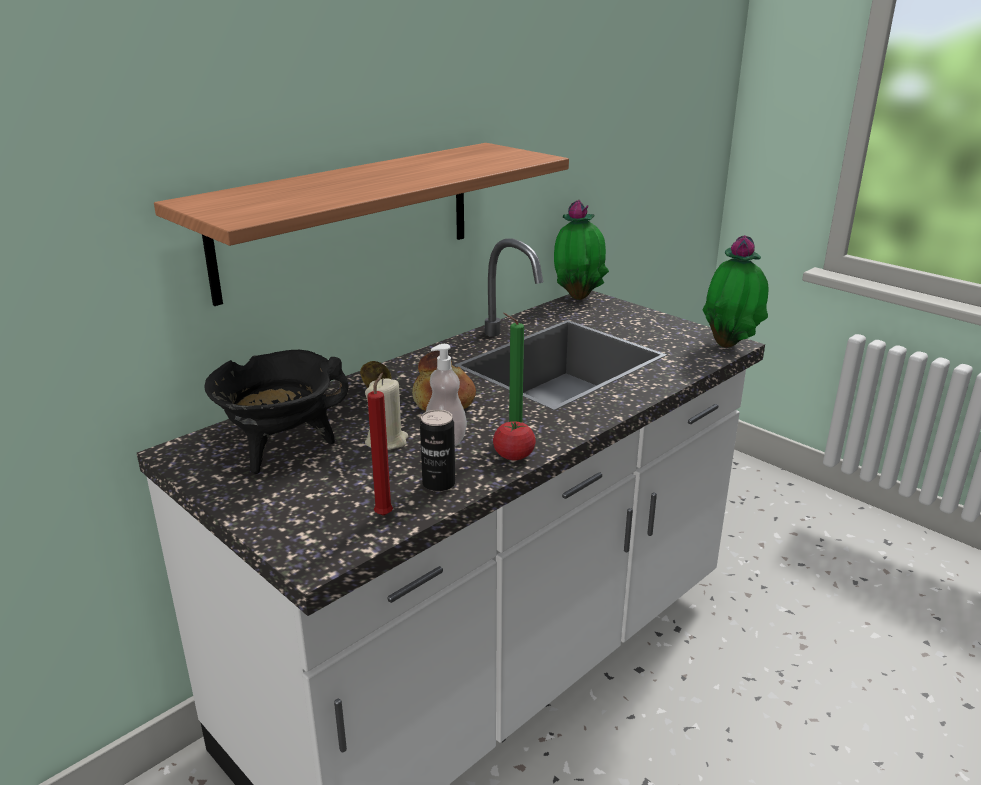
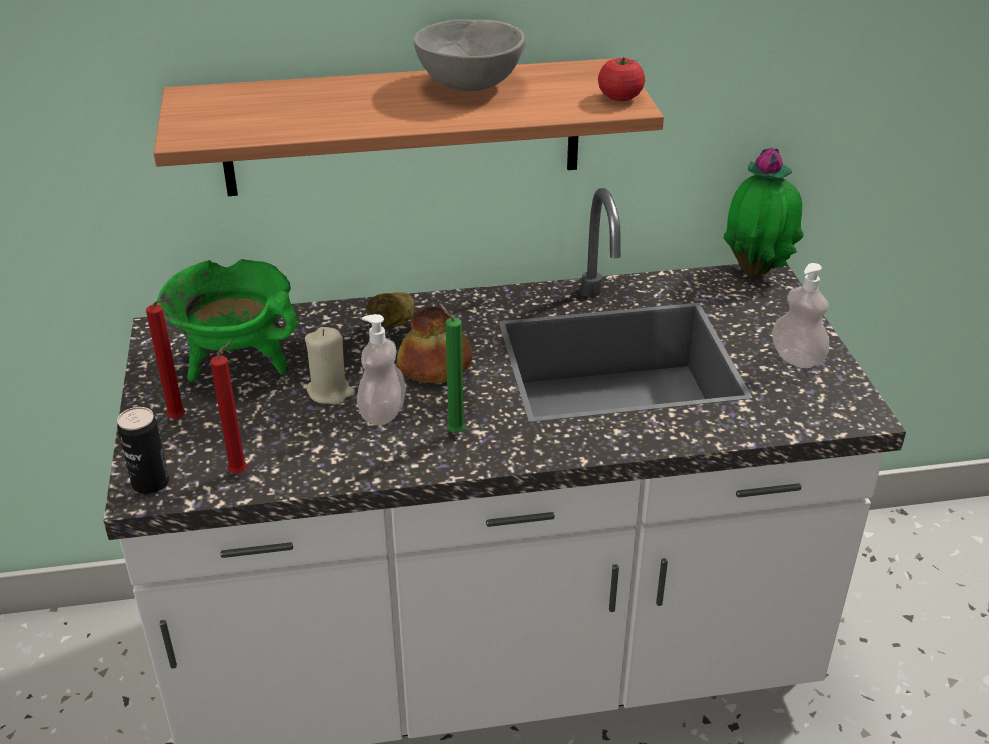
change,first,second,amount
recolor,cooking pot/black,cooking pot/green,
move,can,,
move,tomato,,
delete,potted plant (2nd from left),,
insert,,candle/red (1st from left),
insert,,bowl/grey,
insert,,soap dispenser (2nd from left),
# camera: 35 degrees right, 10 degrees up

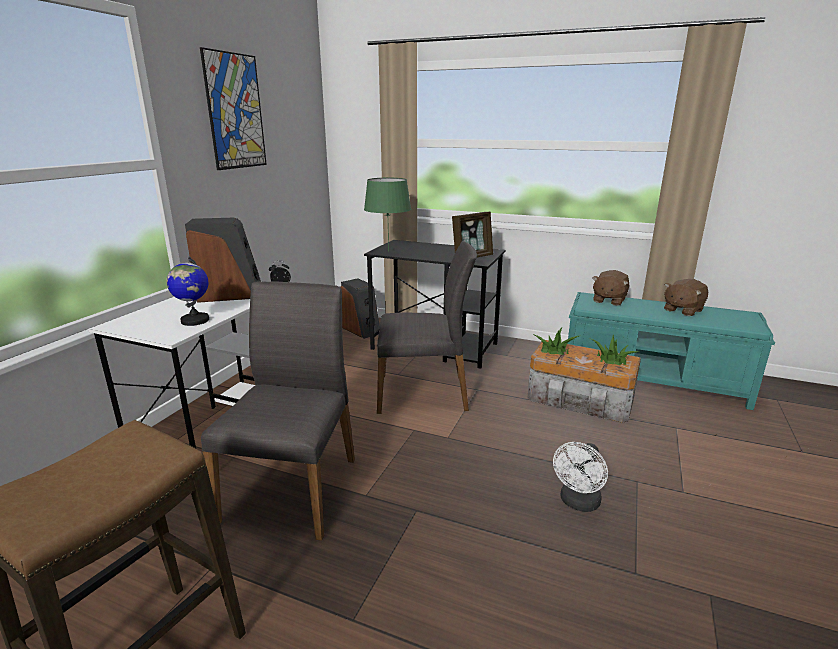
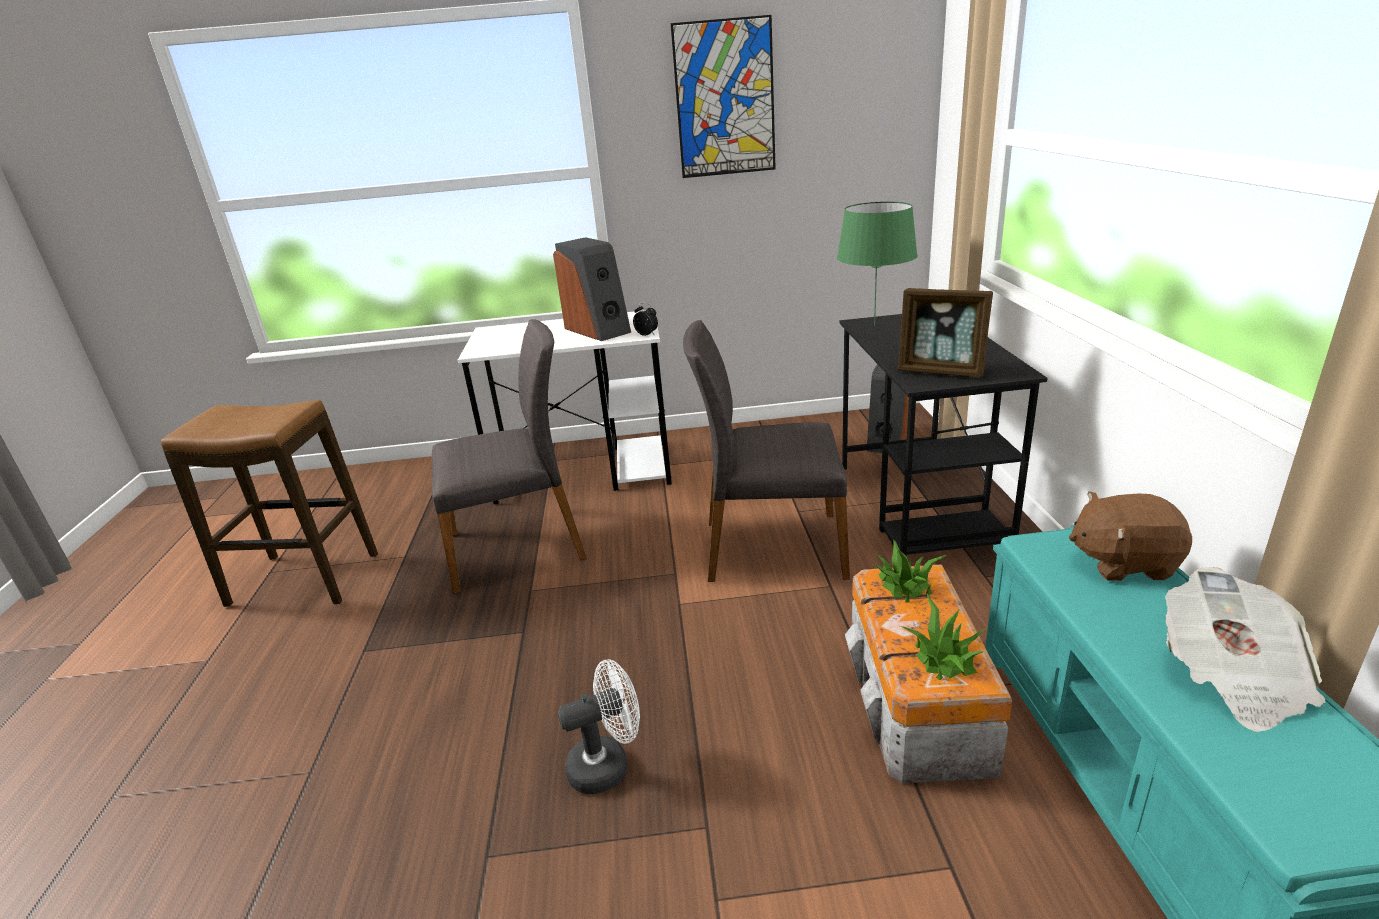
change,first,second,amount
delete,globe,,
rotate,chair/grey (2nd from left),,120 degrees clockwise
rotate,fan/white,,150 degrees clockwise
replace,plush toy/brown (2nd from left),newspaper,
# camera: 65 degrees right, 5 degrees up

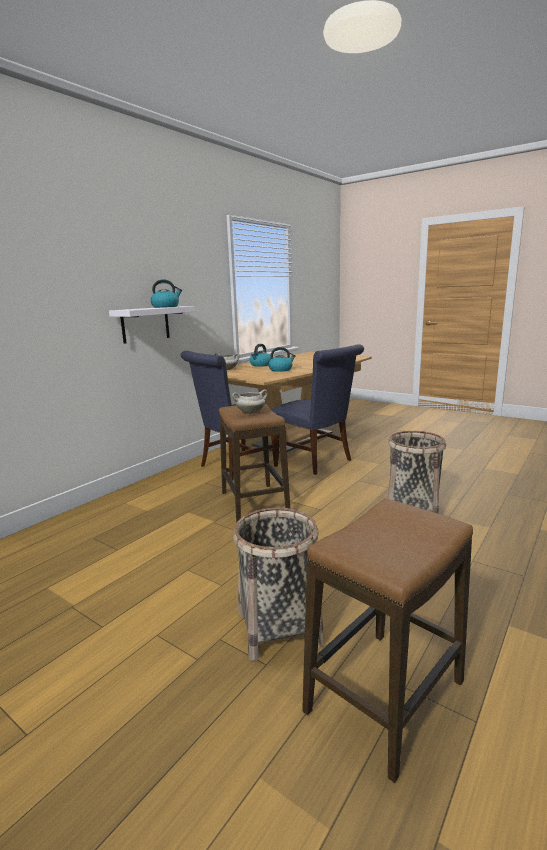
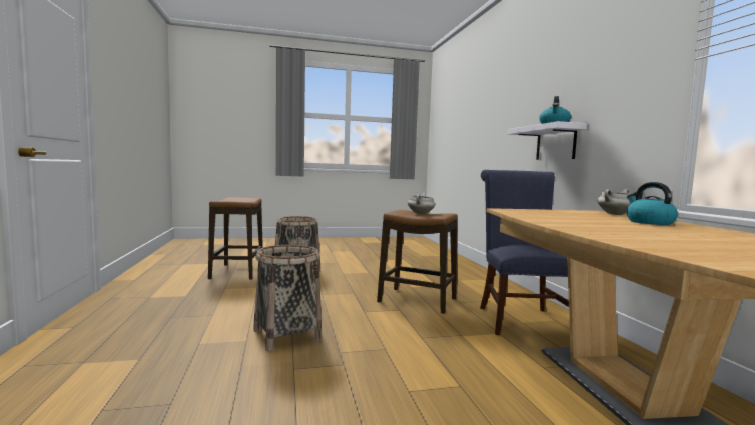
change,first,second,amount
delete,kettle (3rd from left),,
delete,chair/blue (2nd from left),,
# camera: 130 degrees right, 10 degrees down

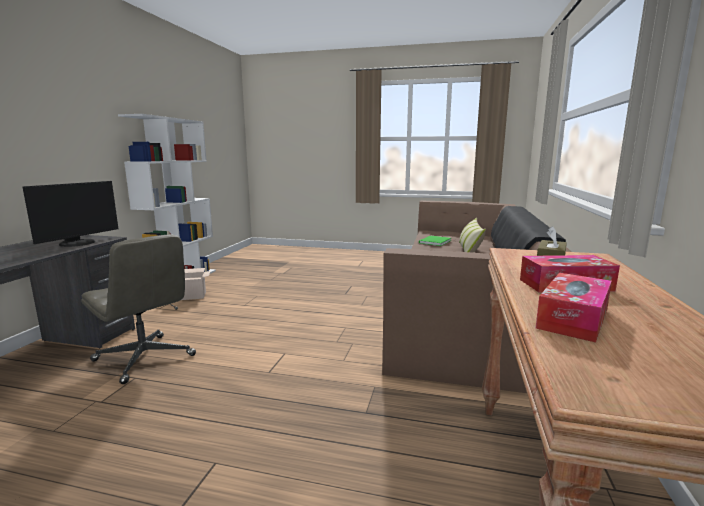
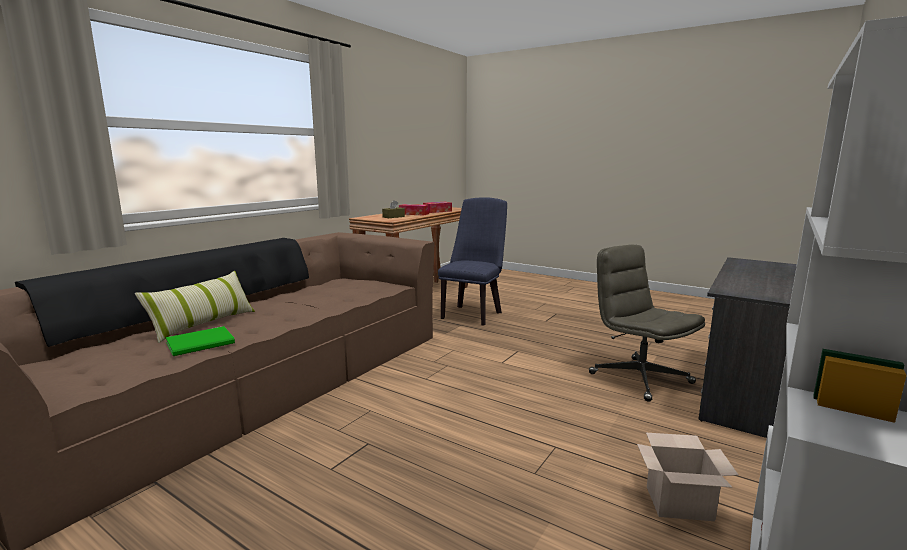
change,first,second,amount
delete,monitor,,
insert,,chair/blue,
# camera: 160 degrees left, 0 degrees up

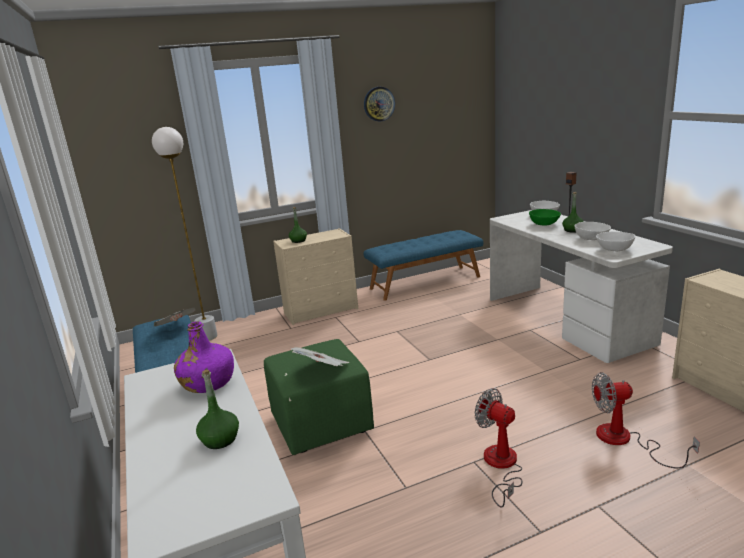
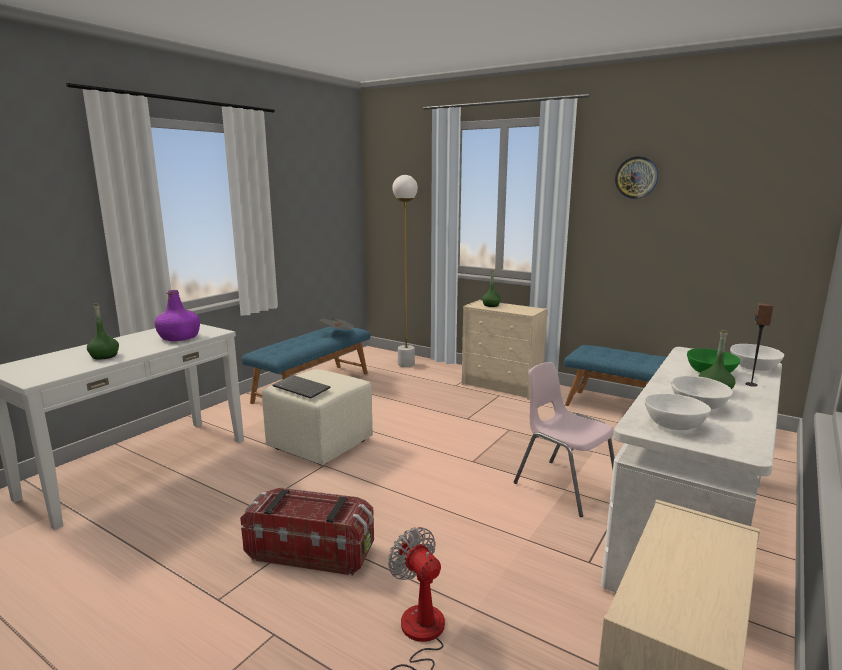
change,first,second,amount
recolor,ottoman/green,ottoman/beige,
replace,newspaper (2nd from left),keyboard,
replace,fan (1st from left),storage box,
insert,,chair/pink,
# camera: 55 degrees right, 5 degrees down

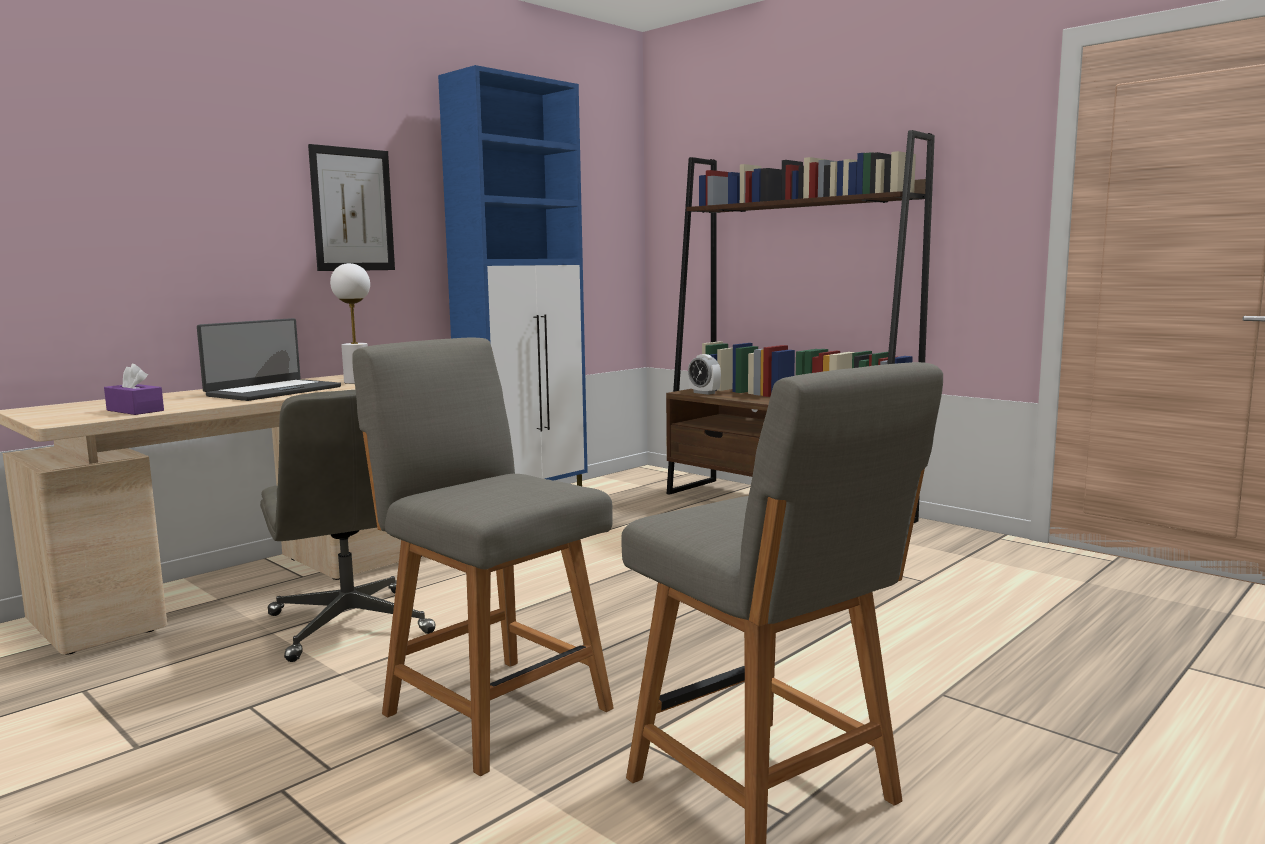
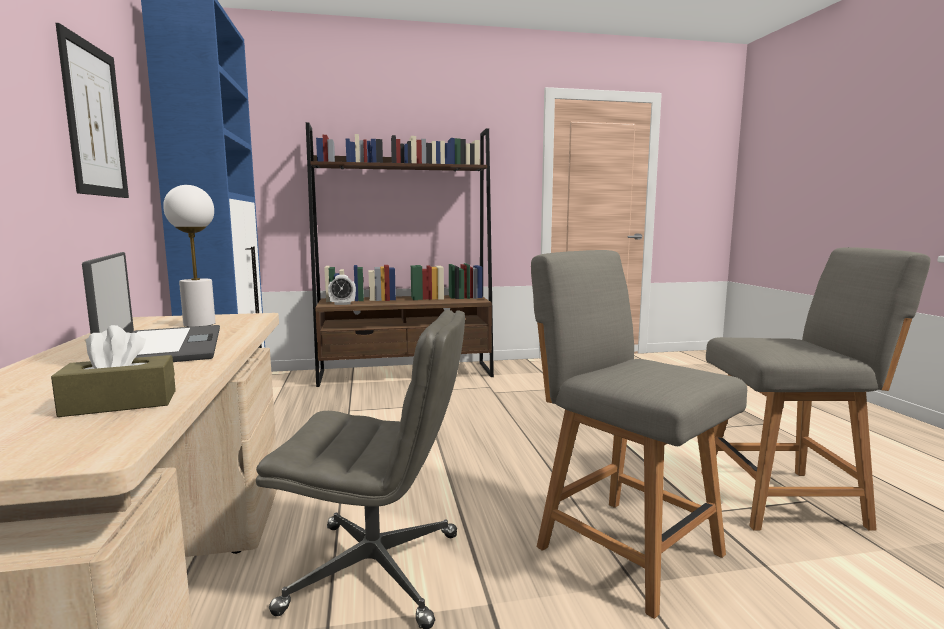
change,first,second,amount
recolor,tissue box/purple,tissue box/brown,
rotate,chair/grey (1st from left),,60 degrees clockwise
# camera: 55 degrees left, 0 degrees up

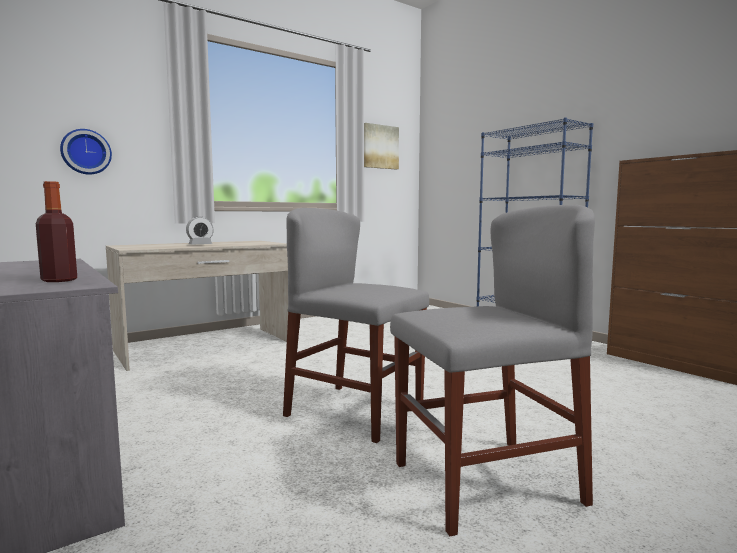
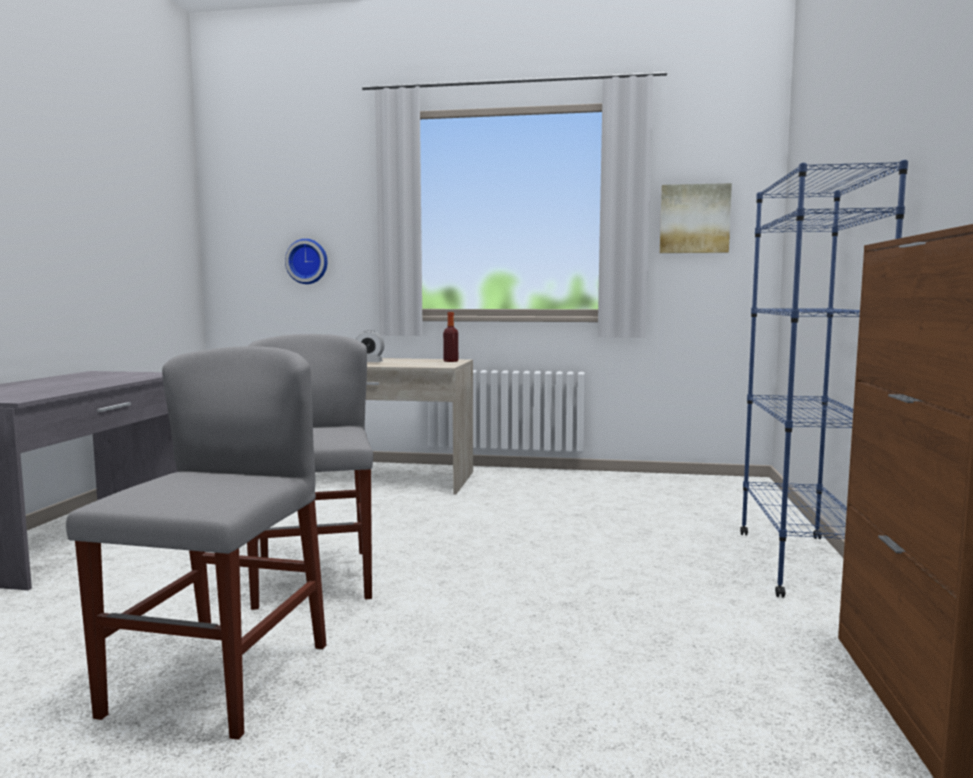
change,first,second,amount
move,bottle,,
rotate,chair/grey (2nd from left in the first image),chair/grey (1st from left),105 degrees counterclockwise
# camera: 45 degrees right, 0 degrees up

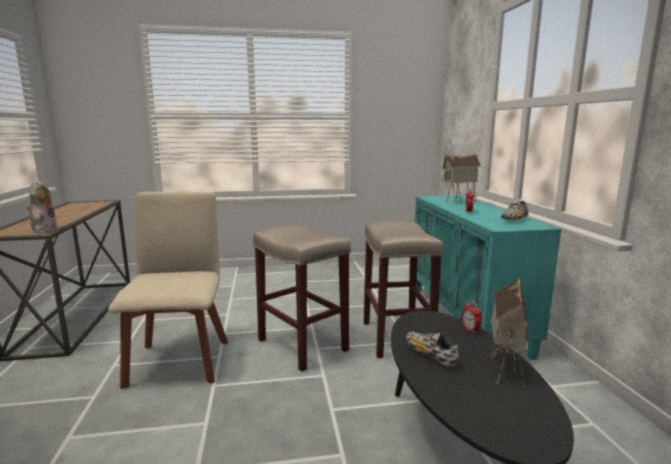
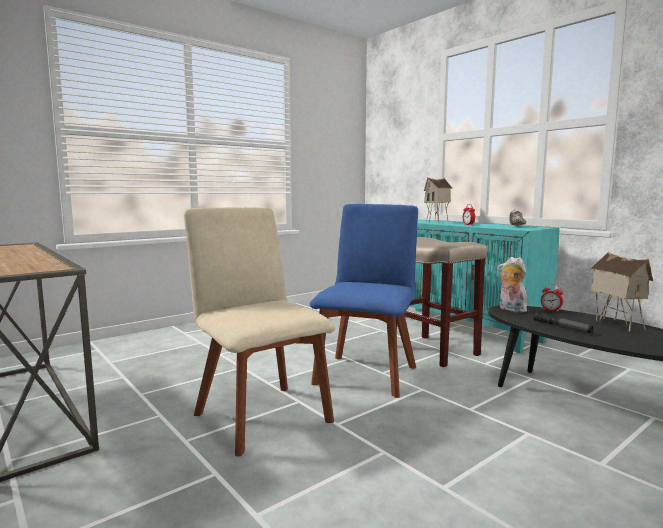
change,first,second,amount
move,plush toy,,
replace,stool/beige (1st from left),chair/blue,
replace,shoe (1st from left),flashlight,
# camera: 30 degrees left, 5 degrees down

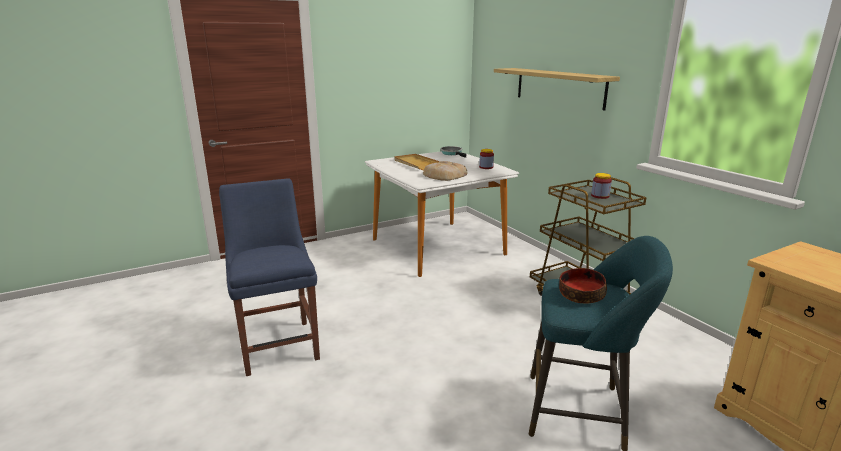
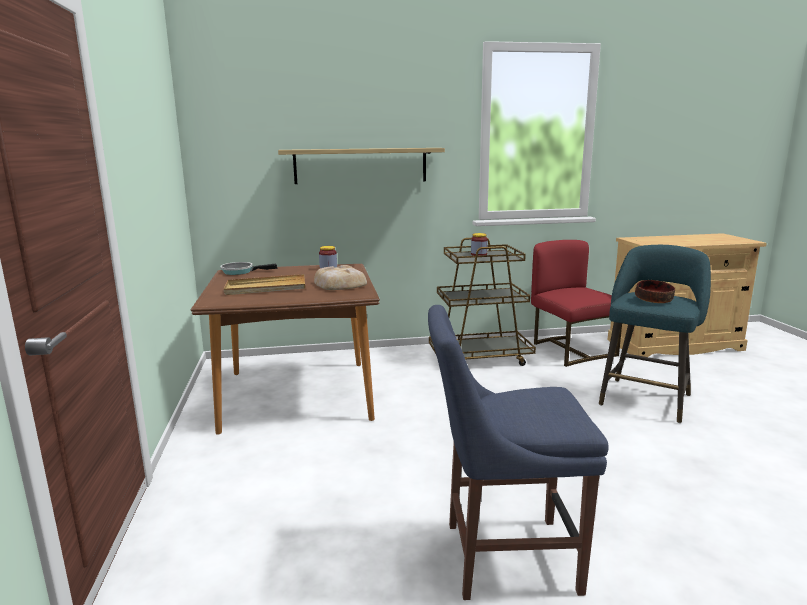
change,first,second,amount
recolor,dining table/white,dining table/brown,
insert,,chair/red,
# camera: 70 degrees left, 5 degrees down

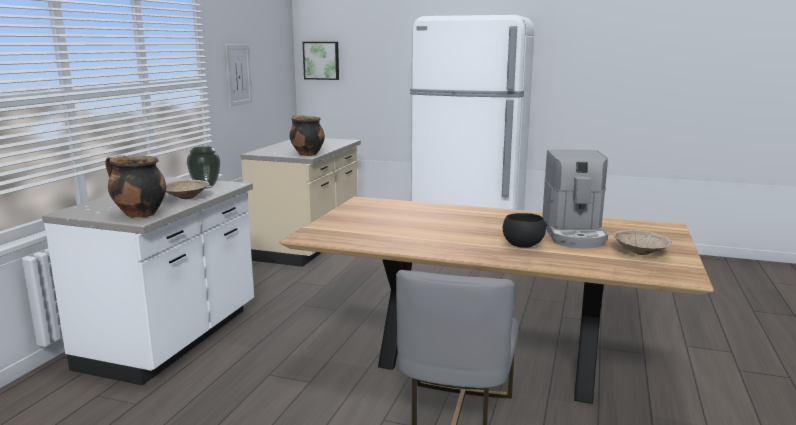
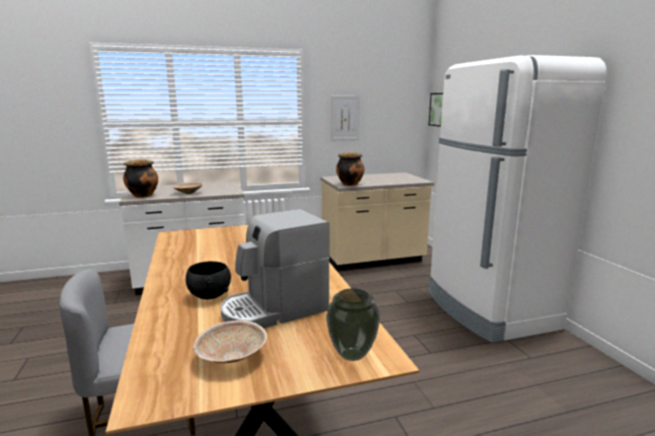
change,first,second,amount
move,vase,,
# camera: 55 degrees right, 0 degrees up

